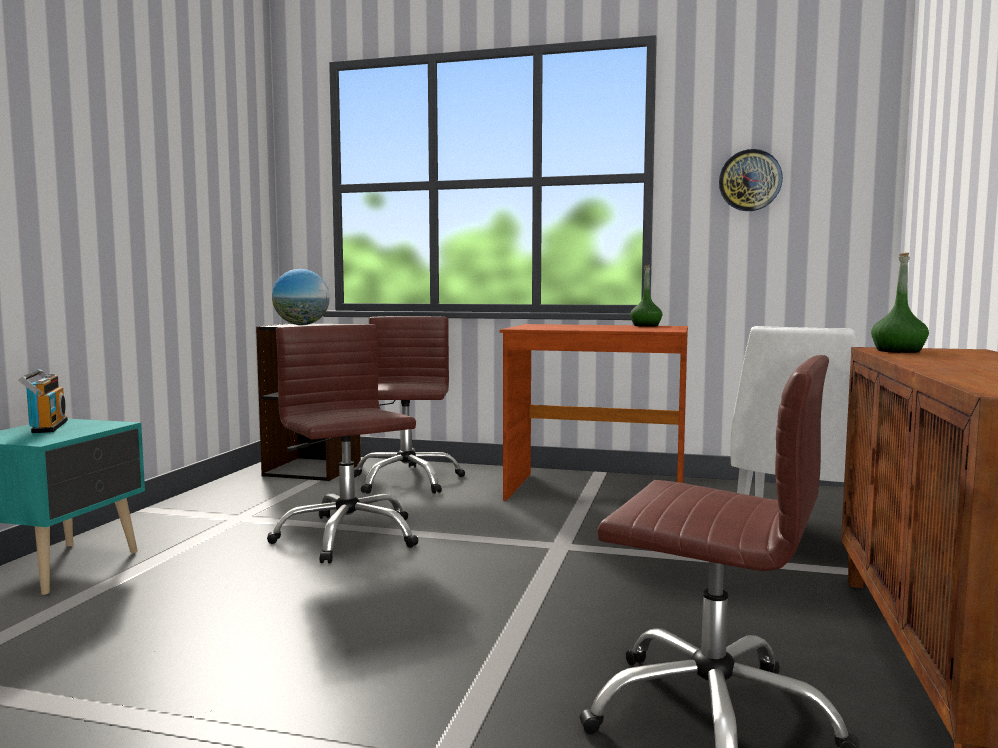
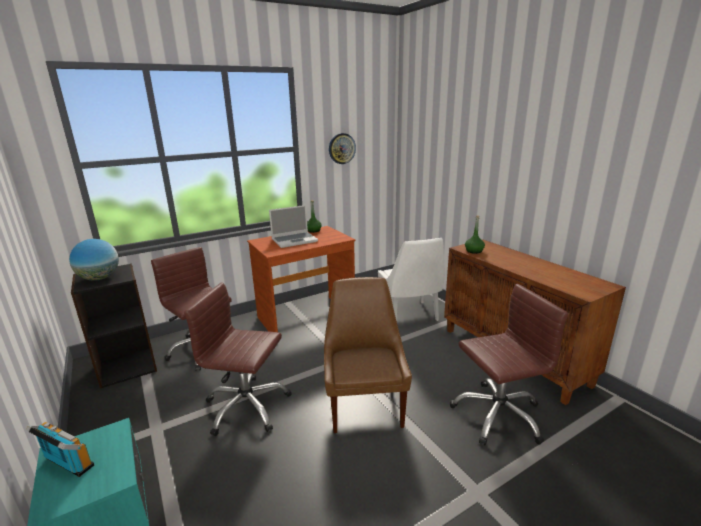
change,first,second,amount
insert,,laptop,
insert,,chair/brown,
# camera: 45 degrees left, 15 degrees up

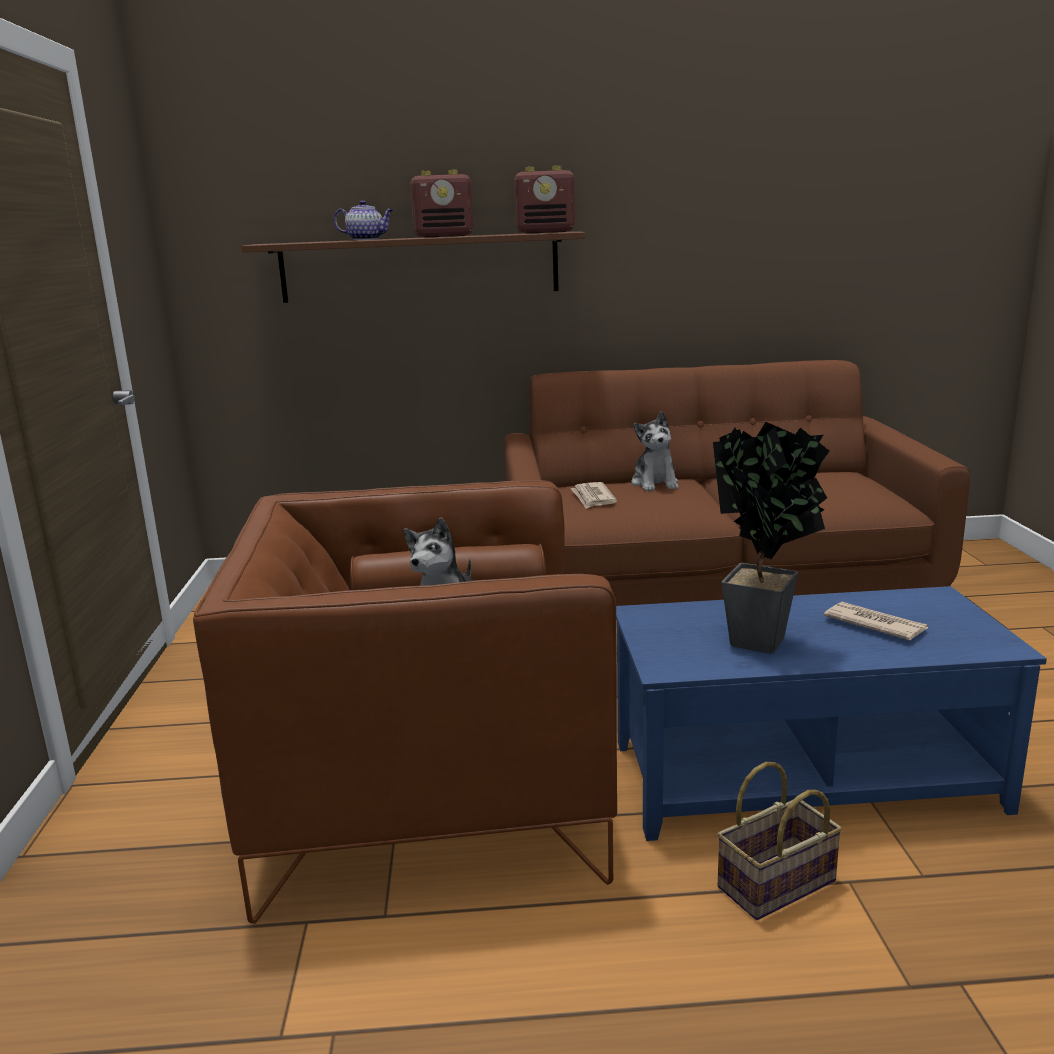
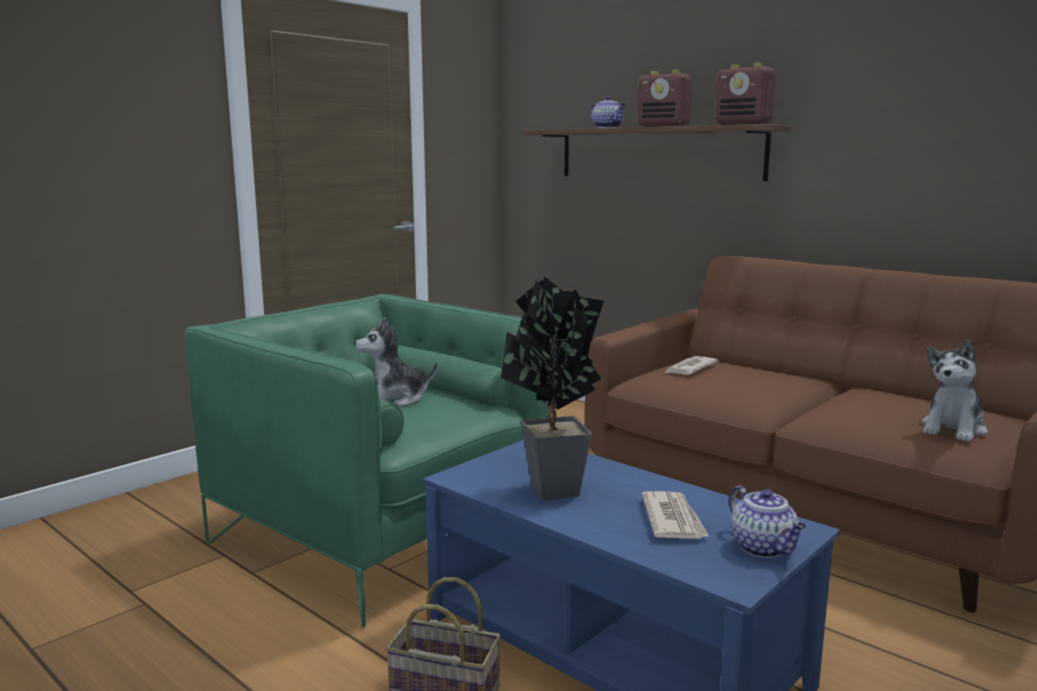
change,first,second,amount
recolor,armchair/brown,armchair/green,
move,plush toy (2nd from left),,
insert,,teapot (2nd from left),
# camera: 45 degrees right, 5 degrees down

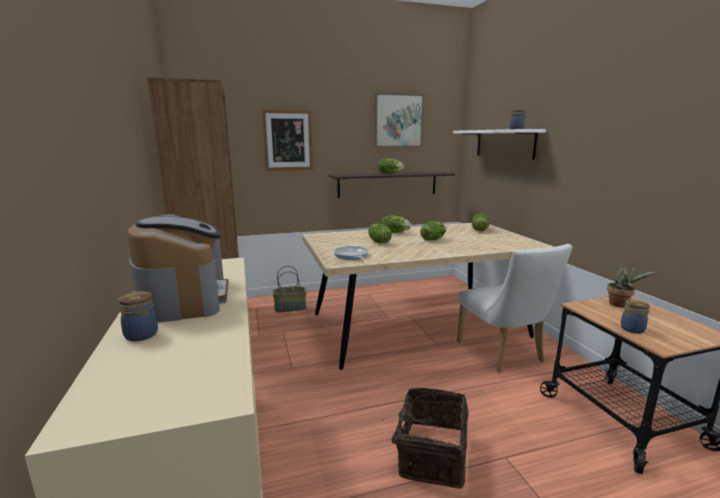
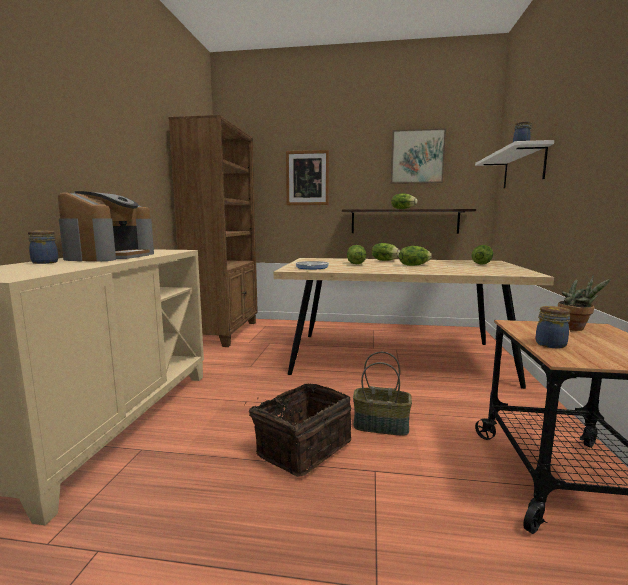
change,first,second,amount
move,basket (1st from left in the first image),basket (2nd from left),
delete,chair/white,,
# camera: 25 degrees right, 5 degrees down

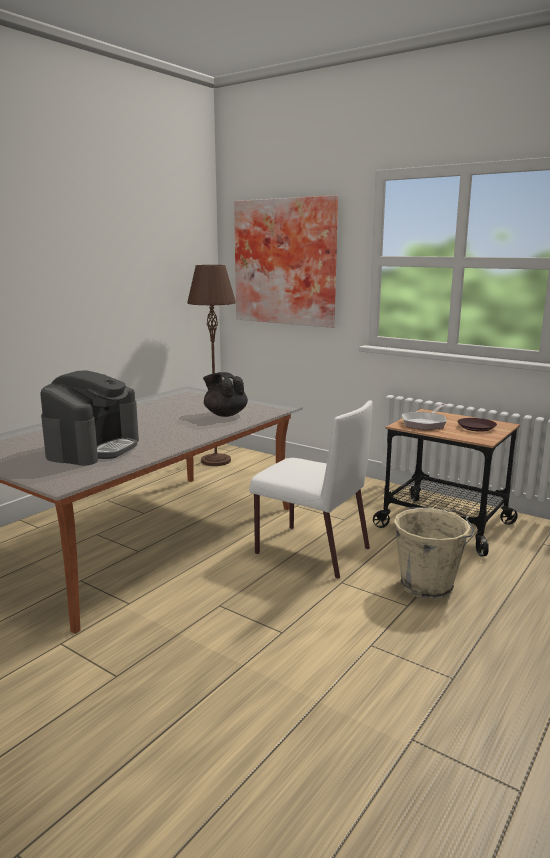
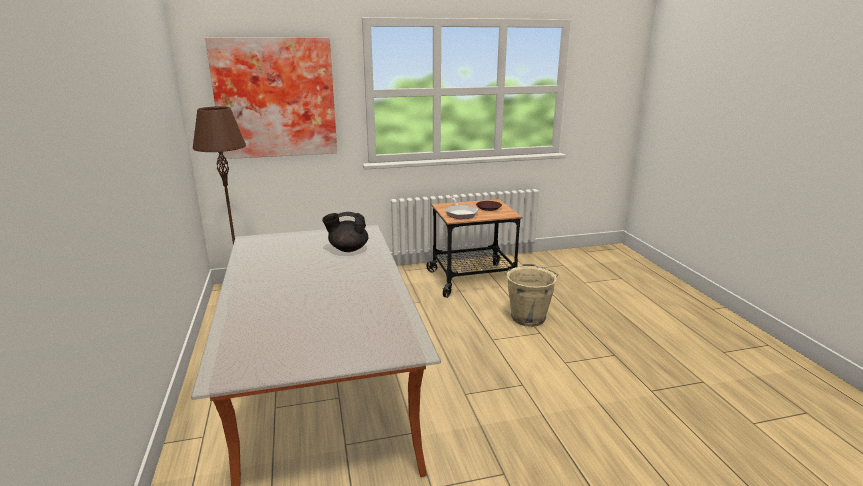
change,first,second,amount
delete,coffee machine,,
delete,chair/white,,
# camera: 50 degrees left, 5 degrees up

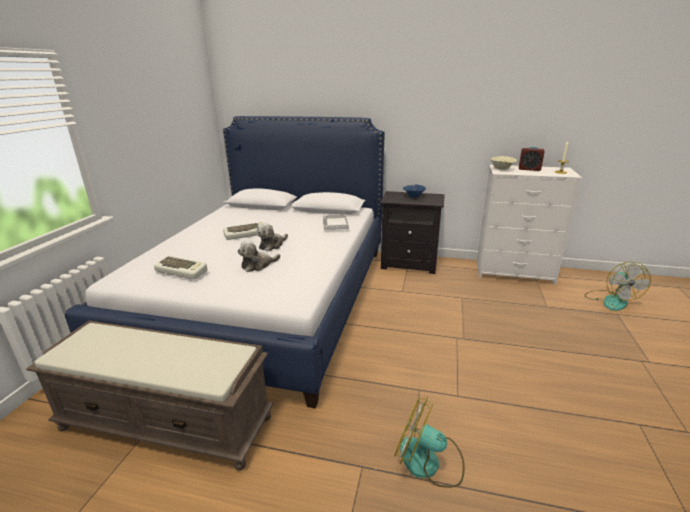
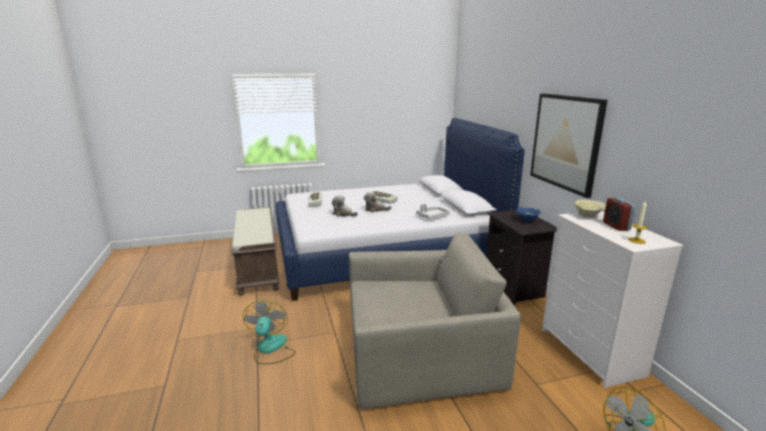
change,first,second,amount
insert,,armchair/grey,
insert,,picture,
# camera: 60 degrees right, 5 degrees down

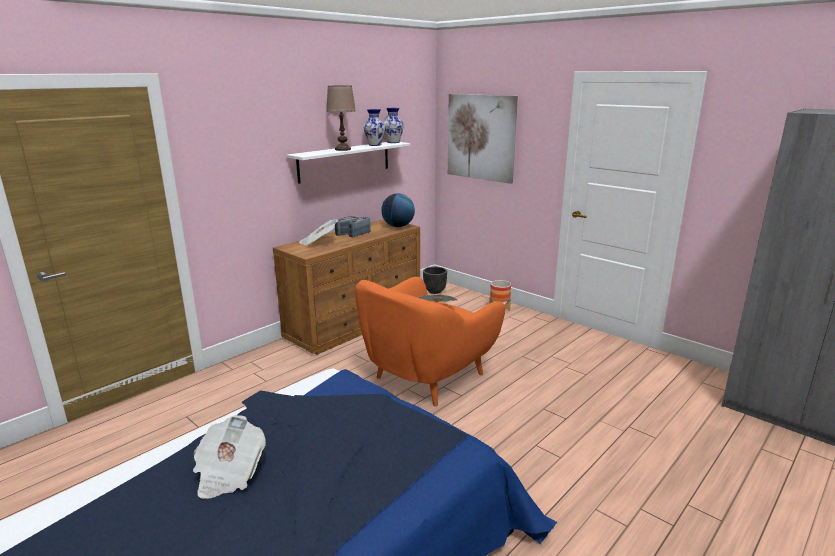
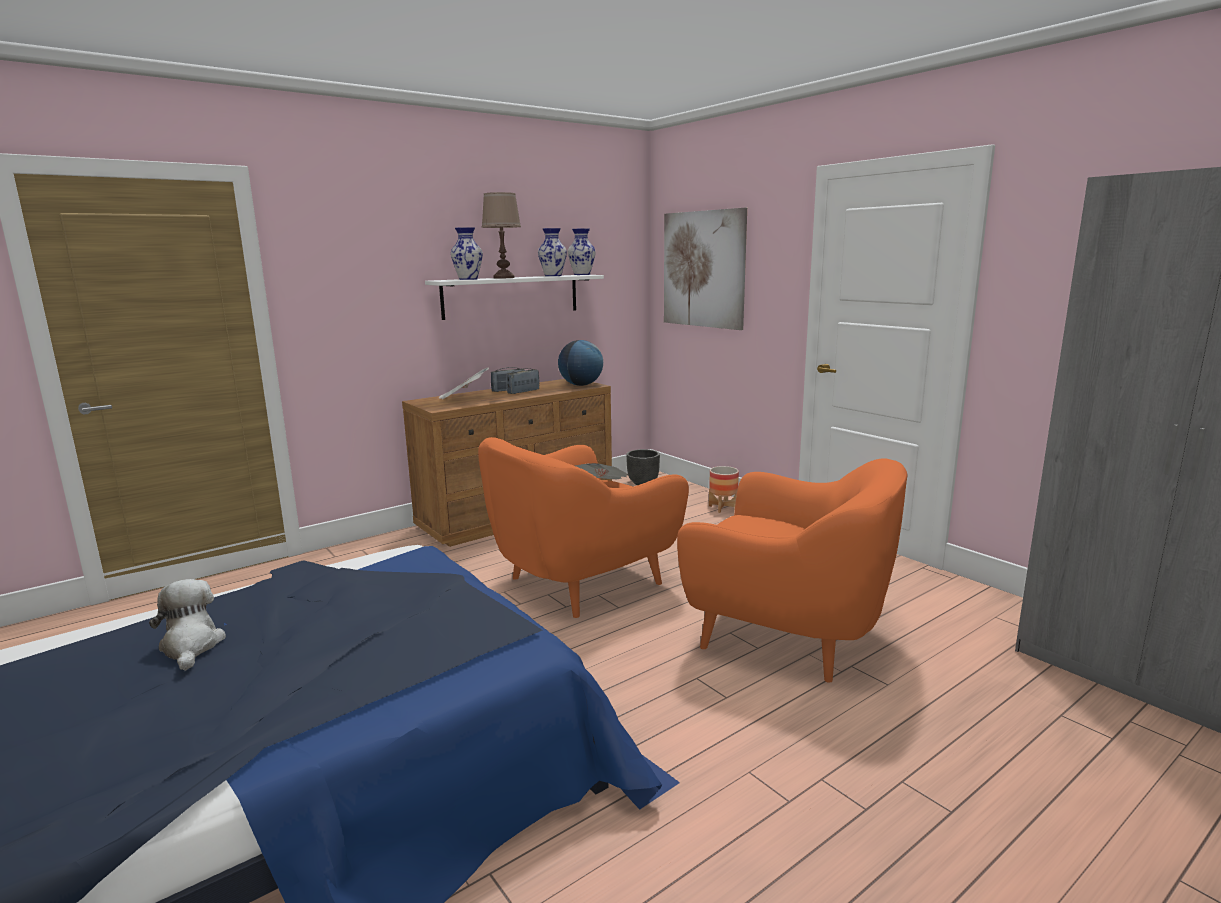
change,first,second,amount
replace,newspaper (1st from left),plush toy,
insert,,vase (1st from left),
insert,,armchair/orange (2nd from left),
# camera: 10 degrees right, 5 degrees down

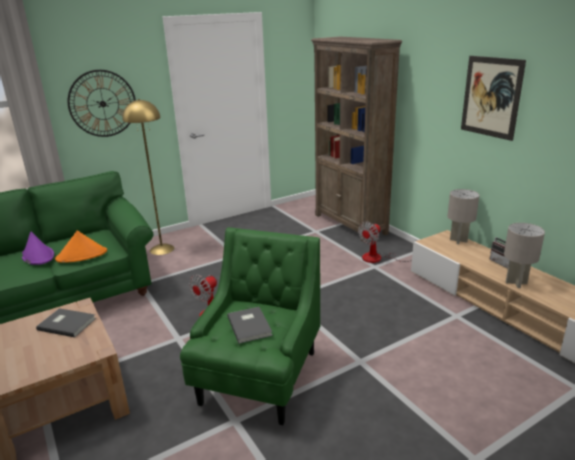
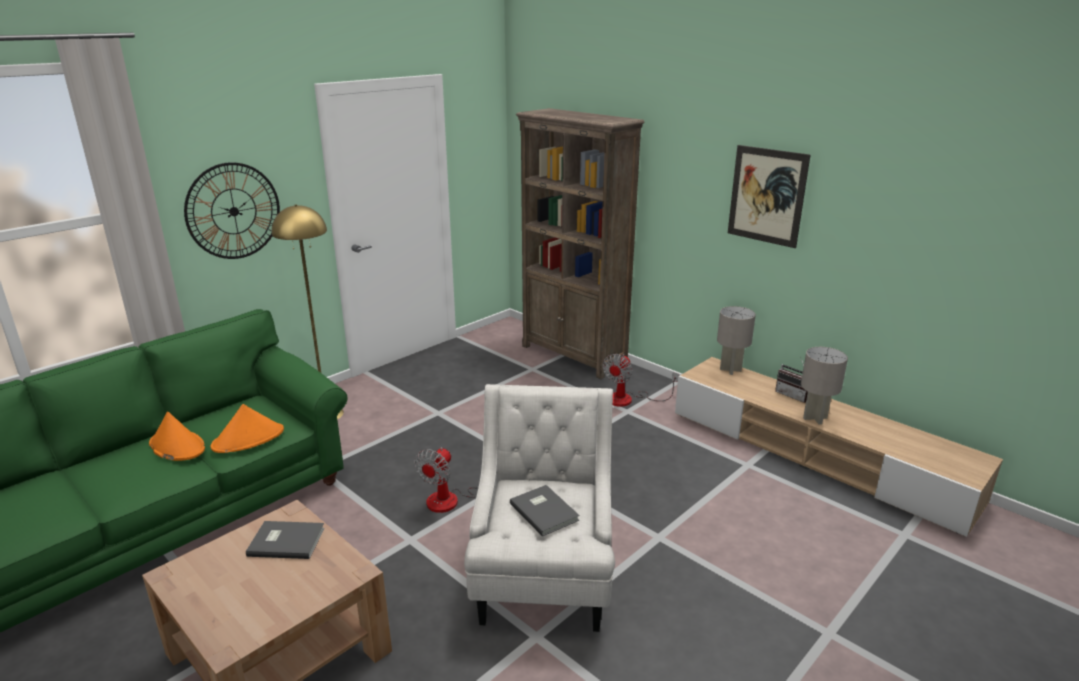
change,first,second,amount
recolor,hat/purple,hat/orange (1st from left),
recolor,armchair/green,armchair/white,
# camera: 15 degrees left, 0 degrees up

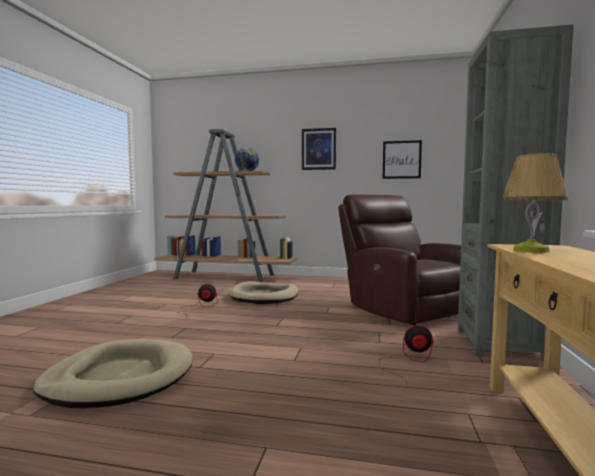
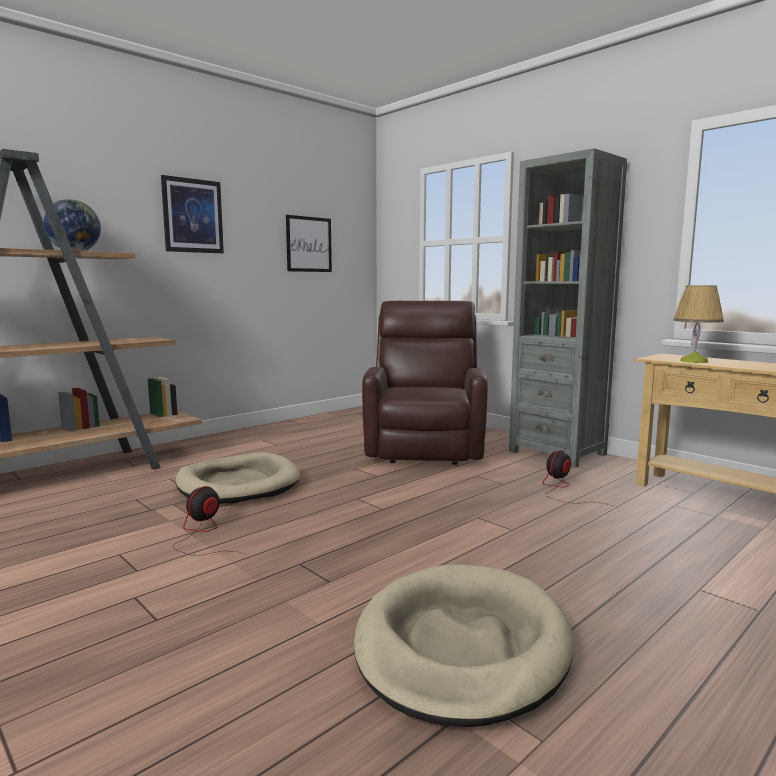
change,first,second,amount
rotate,armchair/brown,,90 degrees clockwise
# camera: 55 degrees left, 5 degrees up

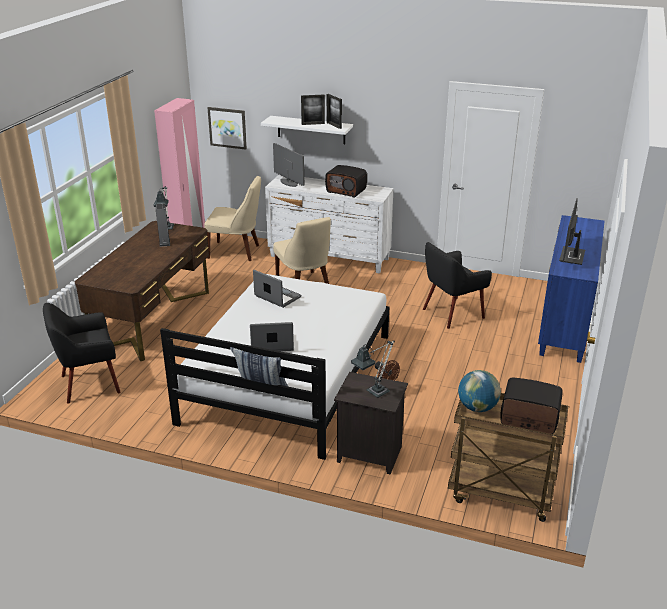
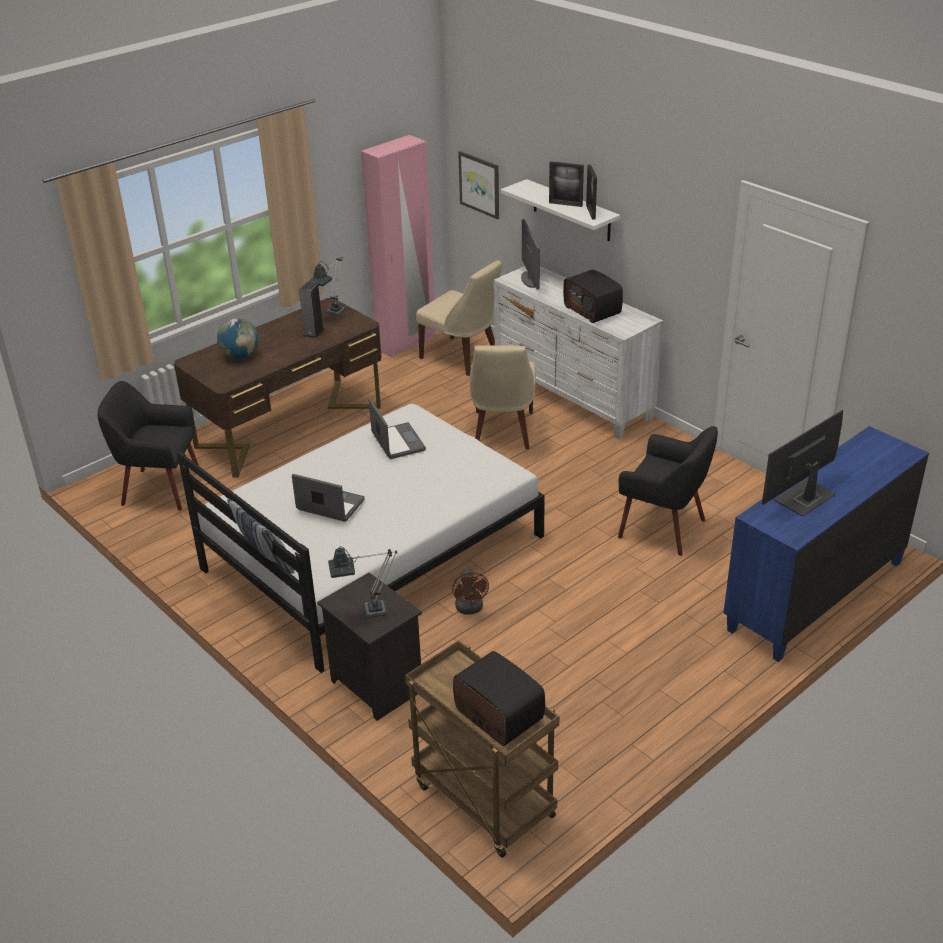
change,first,second,amount
rotate,armchair/black (2nd from left),,150 degrees counterclockwise
move,globe,,
# camera: 30 degrees right, 5 degrees up

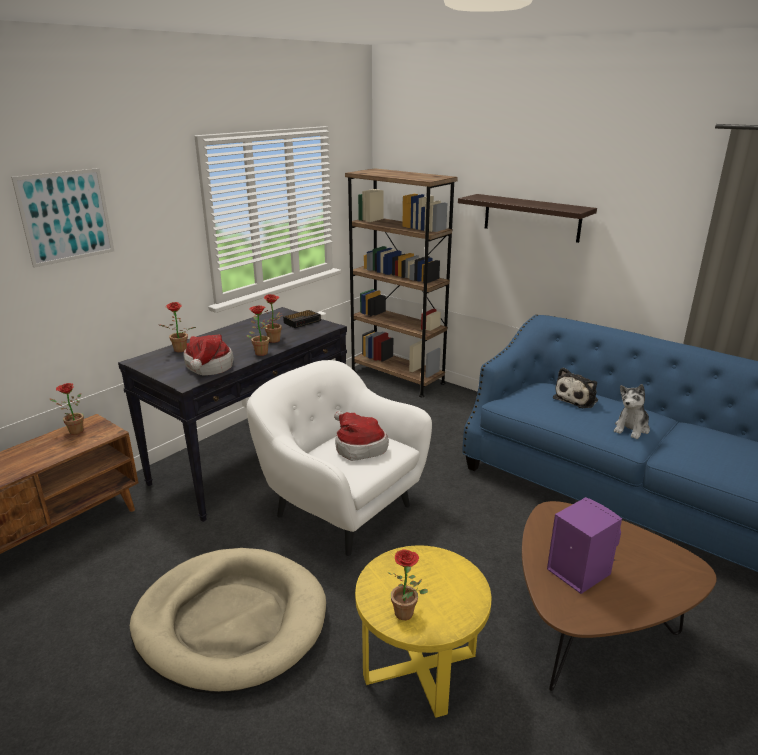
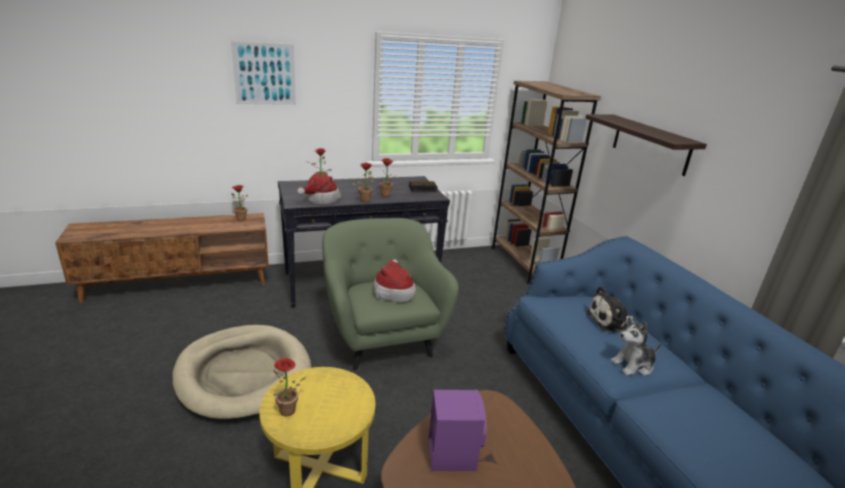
change,first,second,amount
recolor,armchair/white,armchair/green,
# camera: 30 degrees right, 0 degrees up

